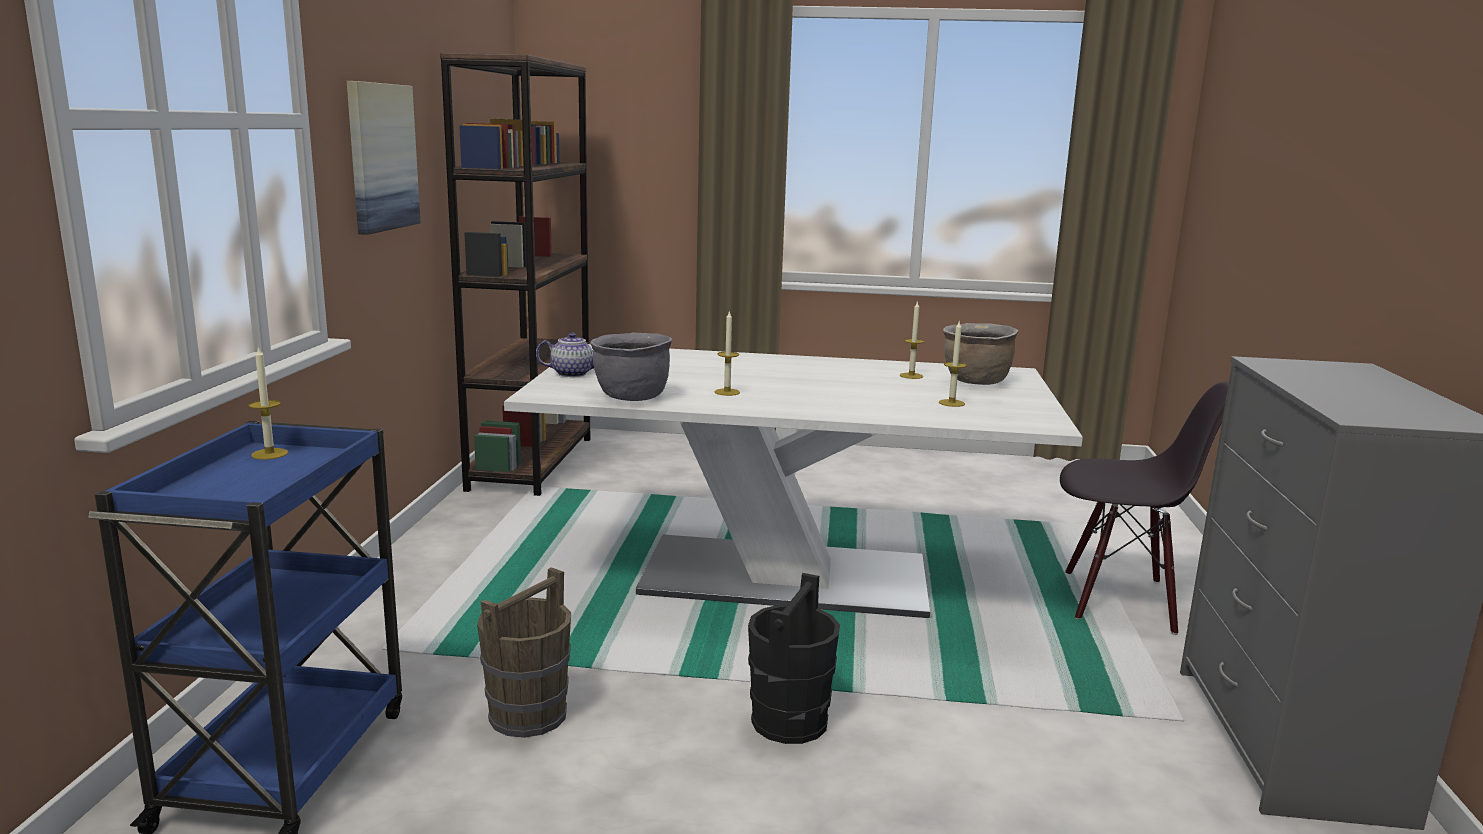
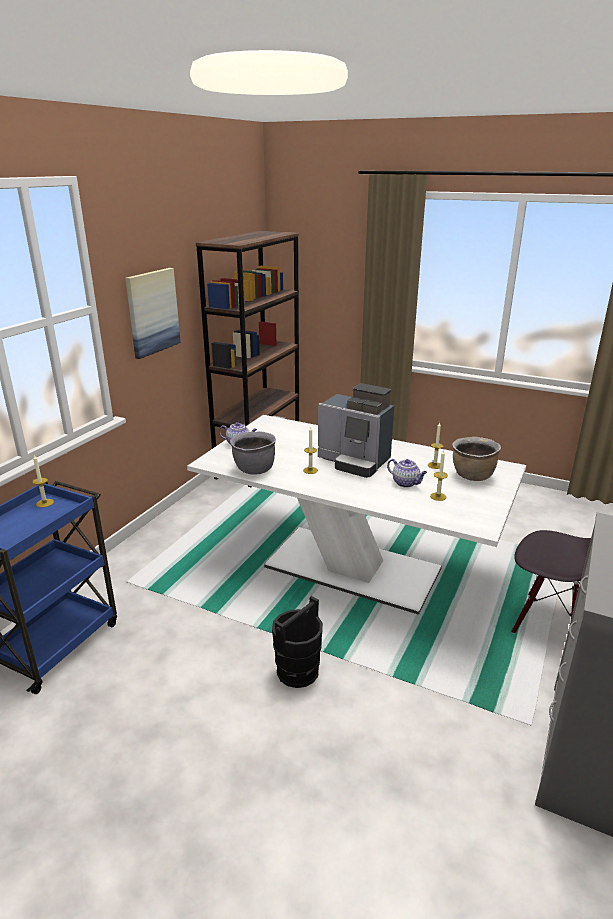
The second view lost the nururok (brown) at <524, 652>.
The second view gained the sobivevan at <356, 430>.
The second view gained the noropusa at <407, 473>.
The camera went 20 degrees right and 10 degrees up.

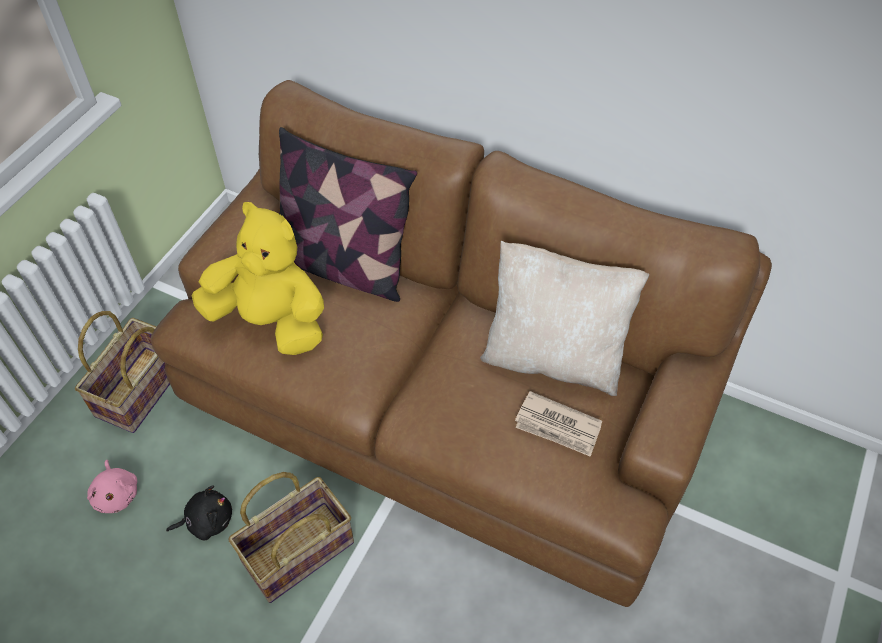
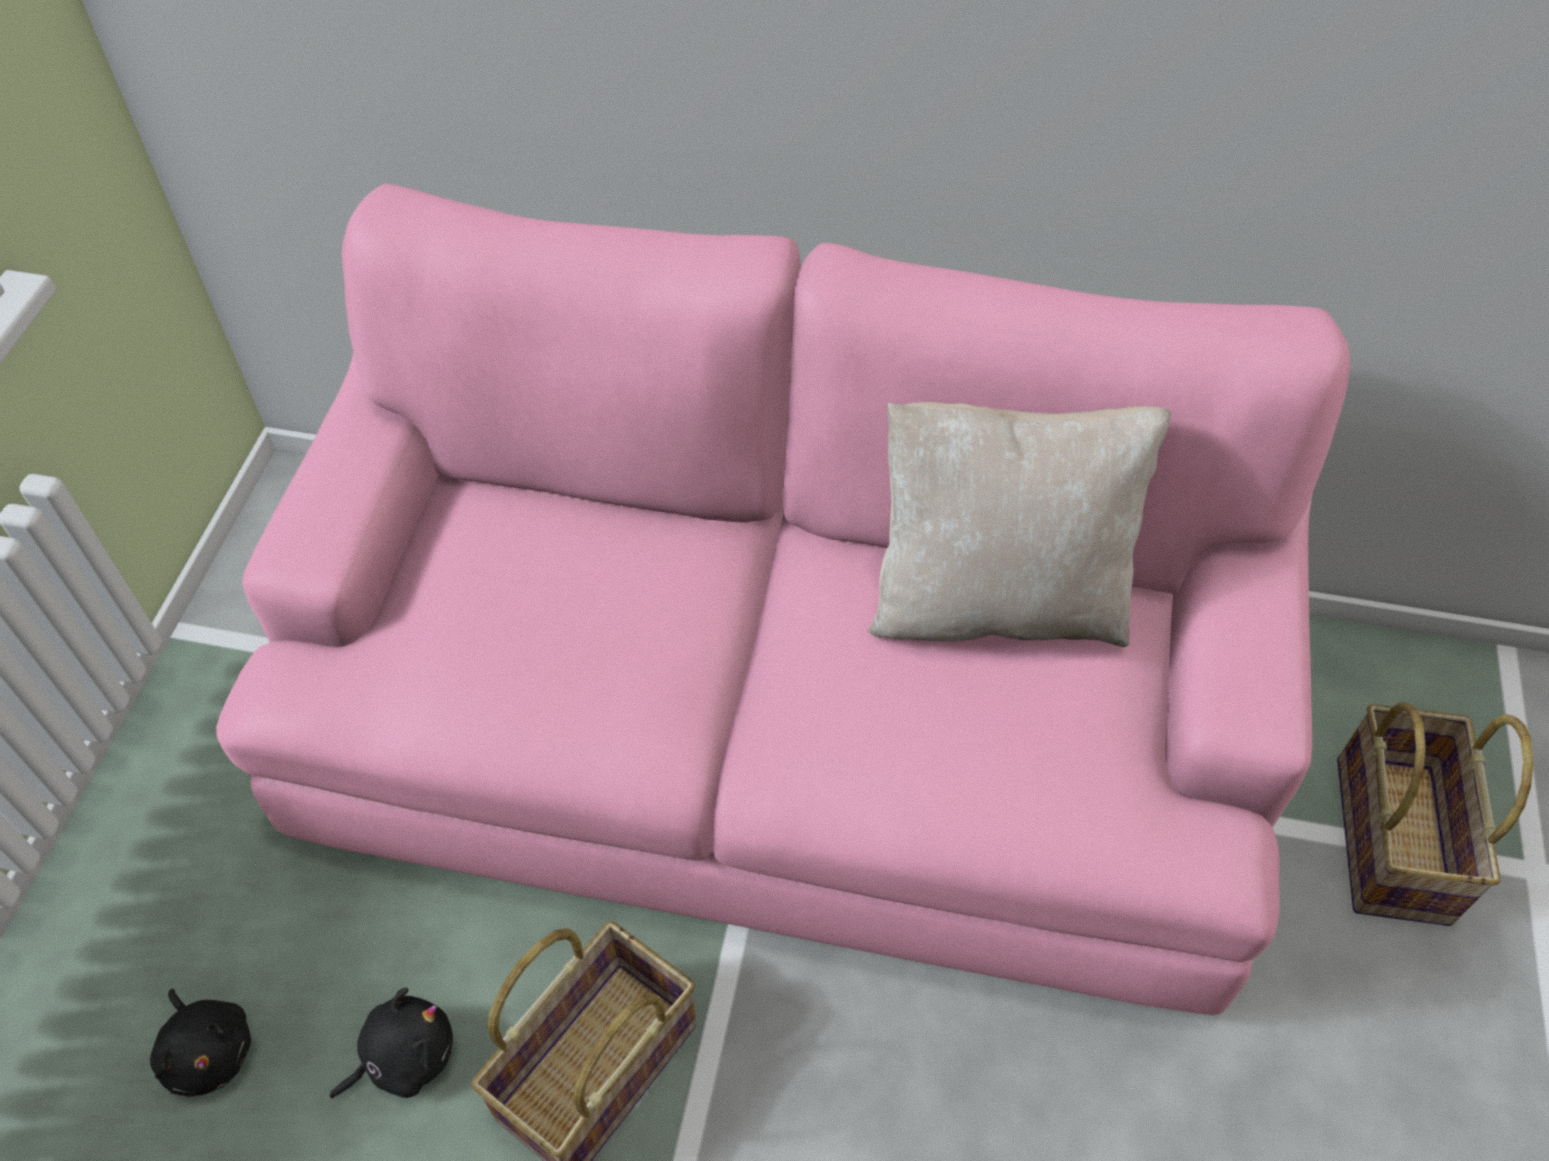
The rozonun ended up elsewhere, having gone from <122, 372> to <1435, 814>.
What was the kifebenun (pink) at <112, 486> turned into the kifebenun (black) at <200, 1043>.
What was the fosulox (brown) at <461, 343> turned into the fosulox (pink) at <783, 599>.
The second view lost the kifebenun (yellow) at <258, 278>.
The second view lost the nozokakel at <348, 214>.
The second view lost the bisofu at <558, 424>.
The camera went 15 degrees left and 0 degrees up.

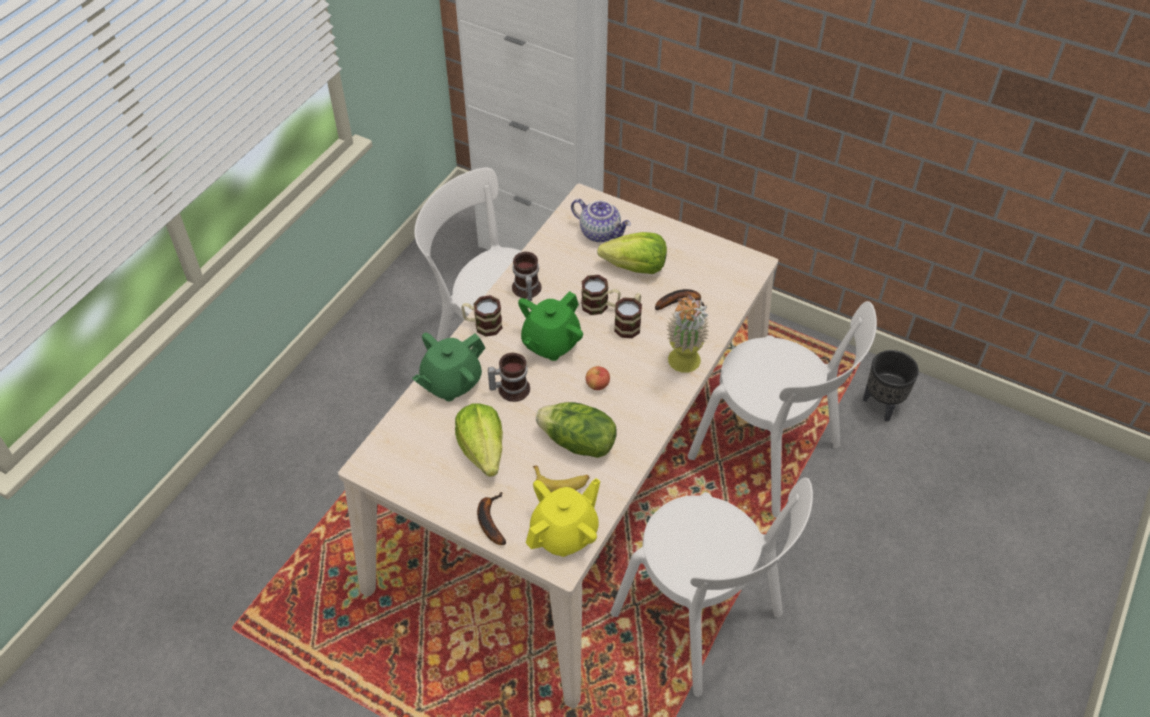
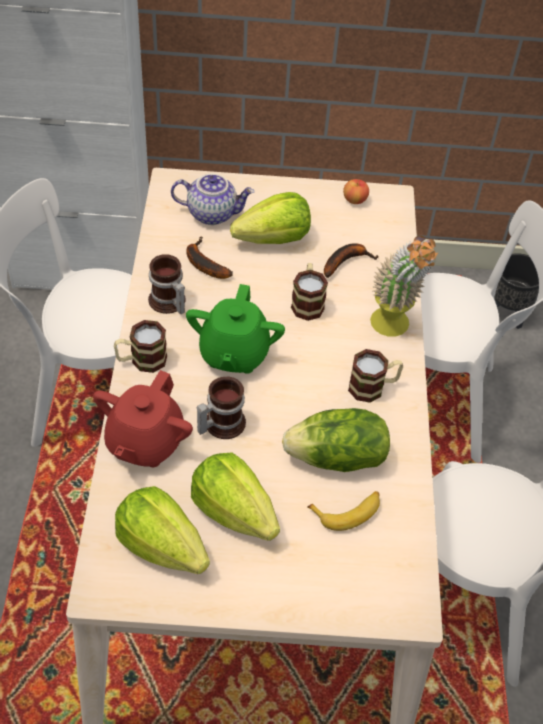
What was the noropusa (green) at <448, 367> turned into the noropusa (red) at <143, 418>.
The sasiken ended up elsewhere, having gone from <491, 518> to <209, 257>.
The second view lost the noropusa (yellow) at <563, 517>.
The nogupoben ended up elsewhere, having gone from <601, 295> to <375, 376>.
The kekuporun ended up elsewhere, having gone from <598, 378> to <356, 191>.
The second view gained the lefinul at <162, 530>.
The camera went 30 degrees left and 0 degrees up.

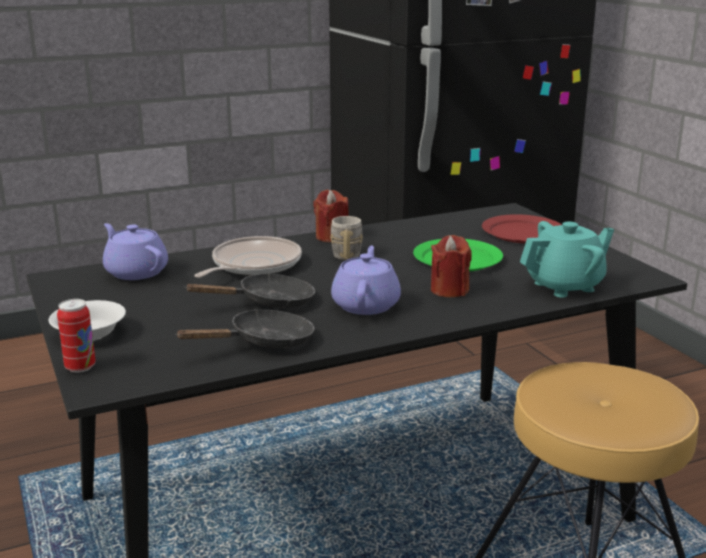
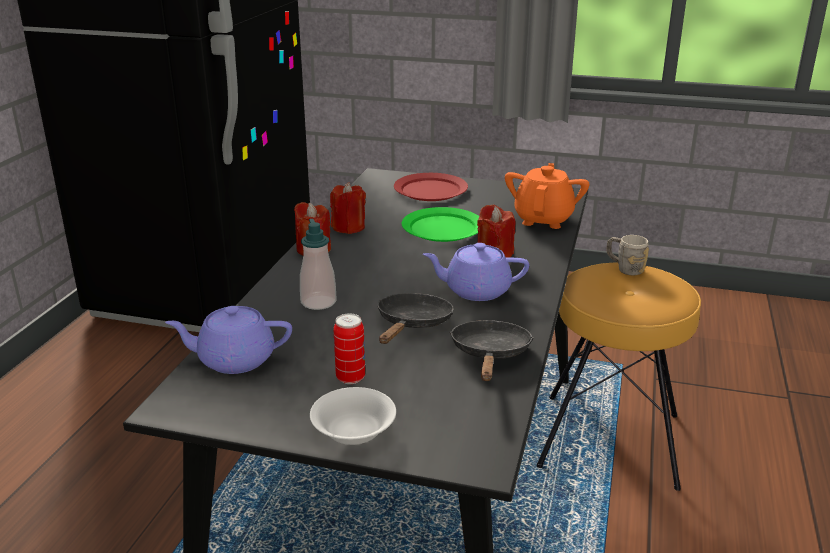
The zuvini ended up elsewhere, having gone from <76, 336> to <349, 348>.
Where the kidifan stood at <248, 257>, the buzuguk came to stand at <318, 264>.
The nogupoben (grey) ended up elsewhere, having gone from <346, 238> to <628, 255>.
The noropusa (purple) at <366, 280> ended up facing another way, 45 degrees counterclockwise from before.
What was the noropusa (turquoise) at <567, 259> turned into the noropusa (orange) at <547, 196>.
The second view gained the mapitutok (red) at <348, 208>.
The camera went 50 degrees left and 5 degrees up.

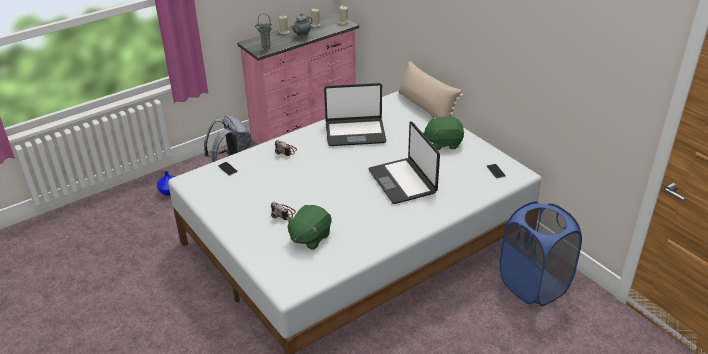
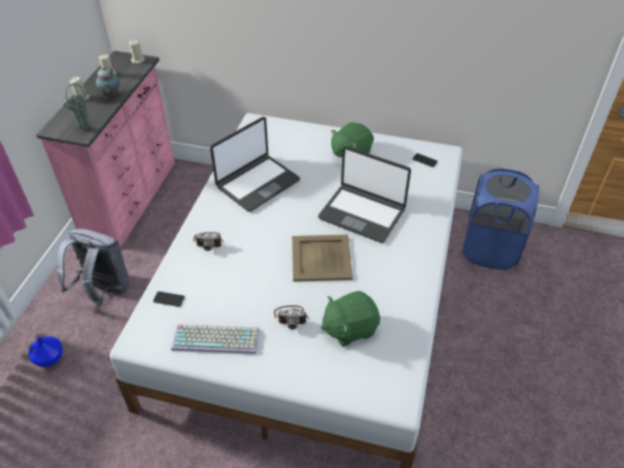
The kifebenun (green) at <309, 227> ended up facing another way, 75 degrees clockwise from before.
The second view lost the nozokakel (beige) at <430, 89>.
The second view gained the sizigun at <215, 339>.
The second view gained the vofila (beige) at <322, 258>.
The camera went 40 degrees left and 10 degrees up.

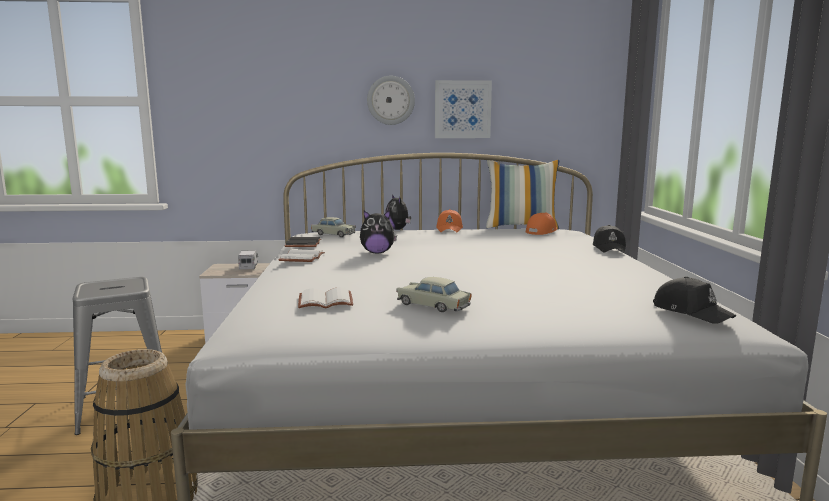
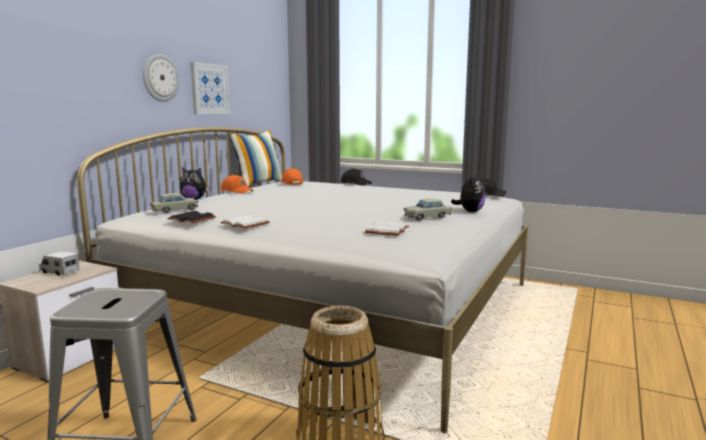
The kifebenun ended up elsewhere, having gone from <378, 231> to <468, 193>.
The camera went 60 degrees left and 0 degrees up.

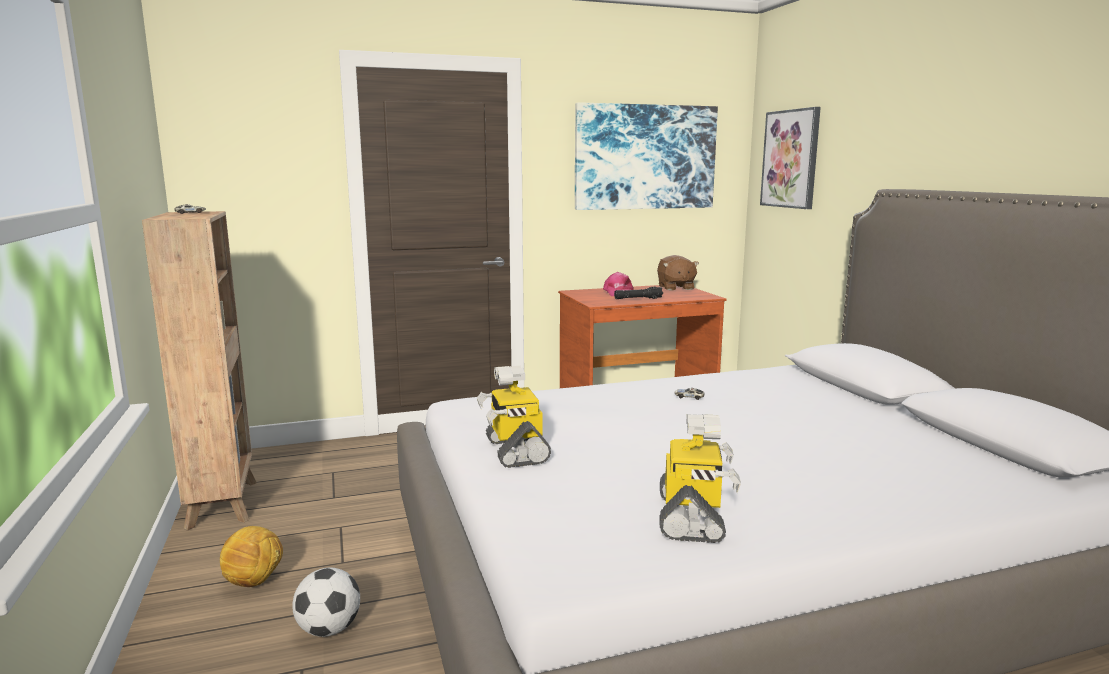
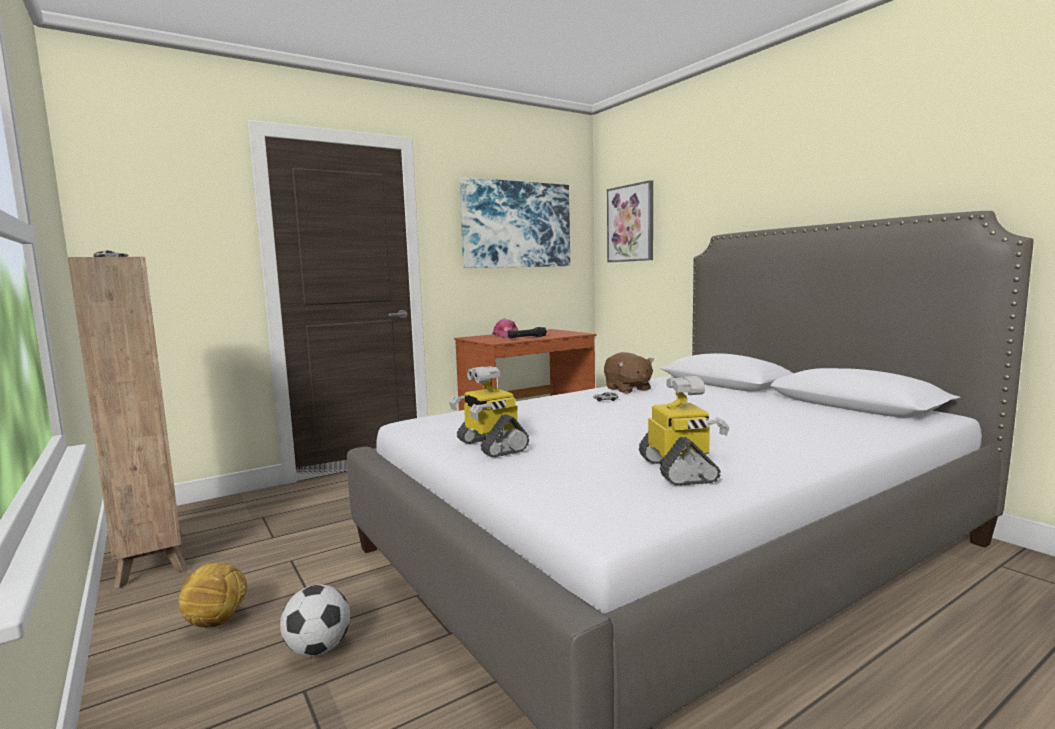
The kifebenun (brown) ended up elsewhere, having gone from <678, 273> to <629, 372>.
The camera went 15 degrees left and 5 degrees down.

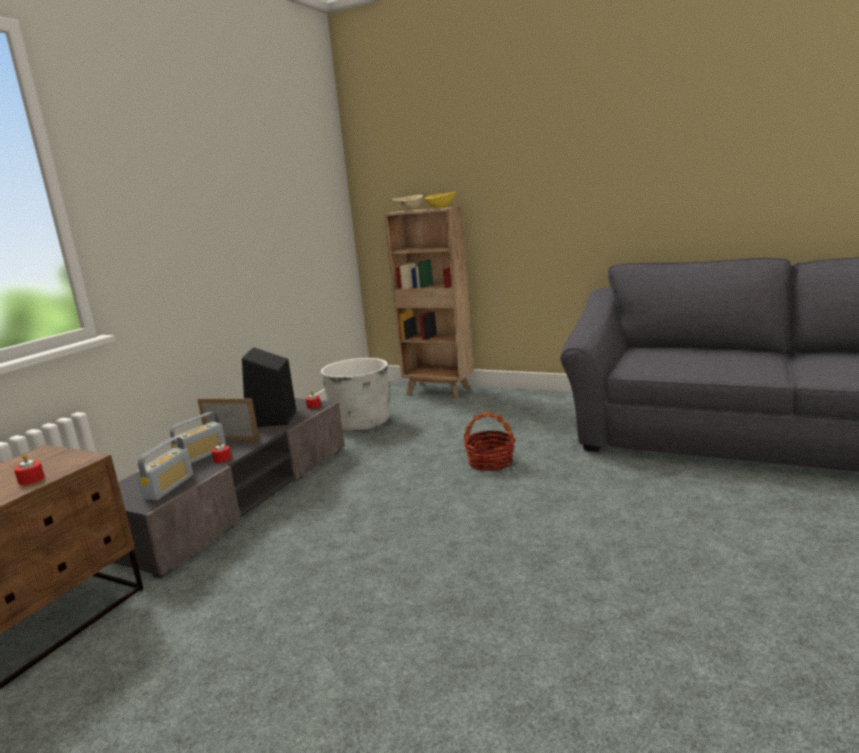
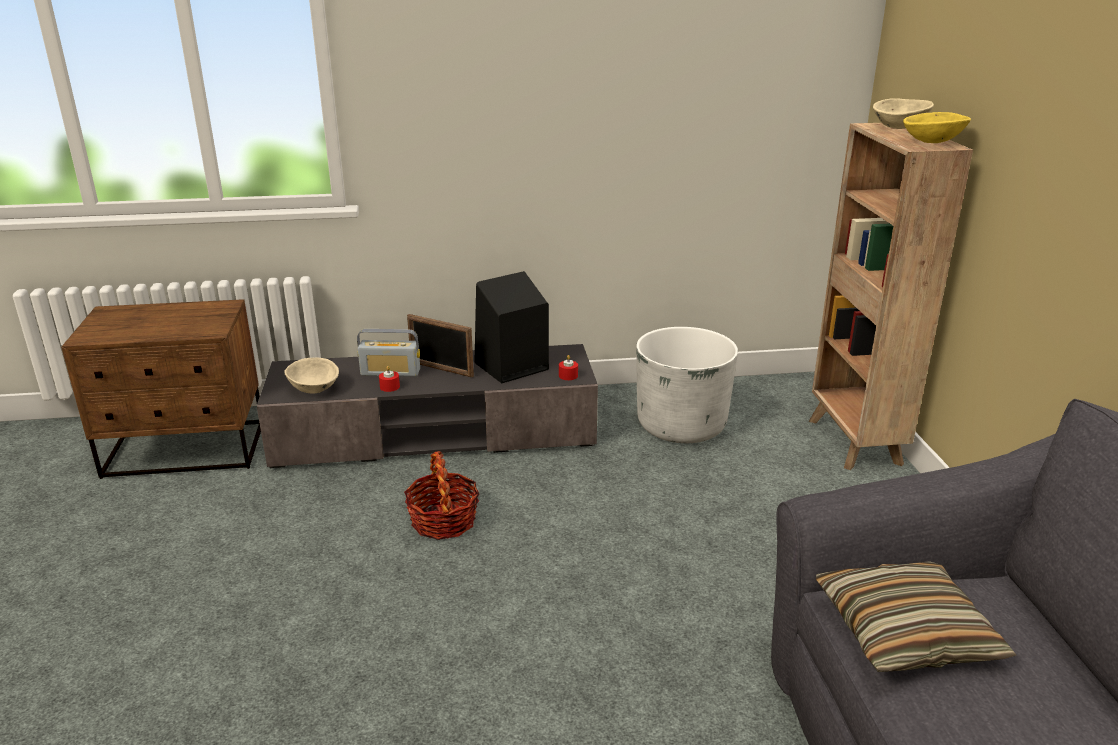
The second view lost the mapitutok (red) at <29, 469>.
Where the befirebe stood at <164, 468>, the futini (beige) came to stand at <311, 375>.
The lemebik at <228, 419> ended up facing another way, 135 degrees clockwise from before.
The rozonun ended up elsewhere, having gone from <490, 441> to <442, 495>.
The second view gained the nozokakel at <916, 616>.
The camera went 55 degrees right and 10 degrees up.

